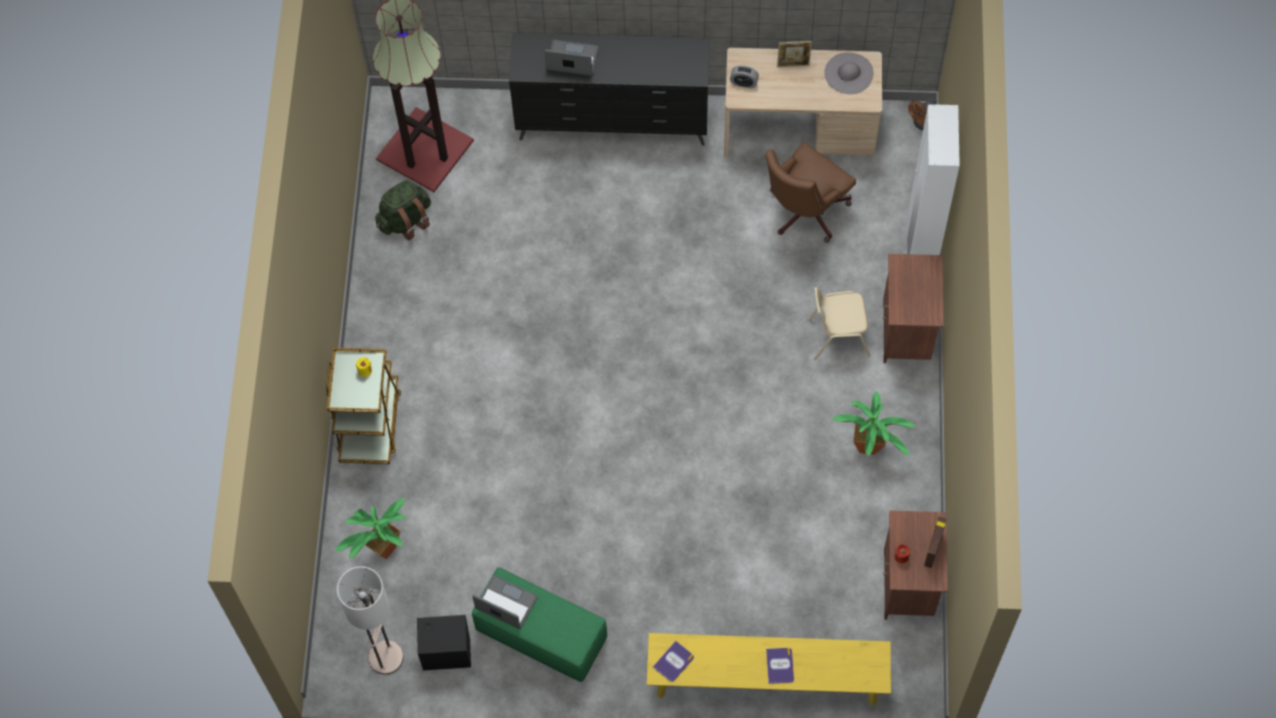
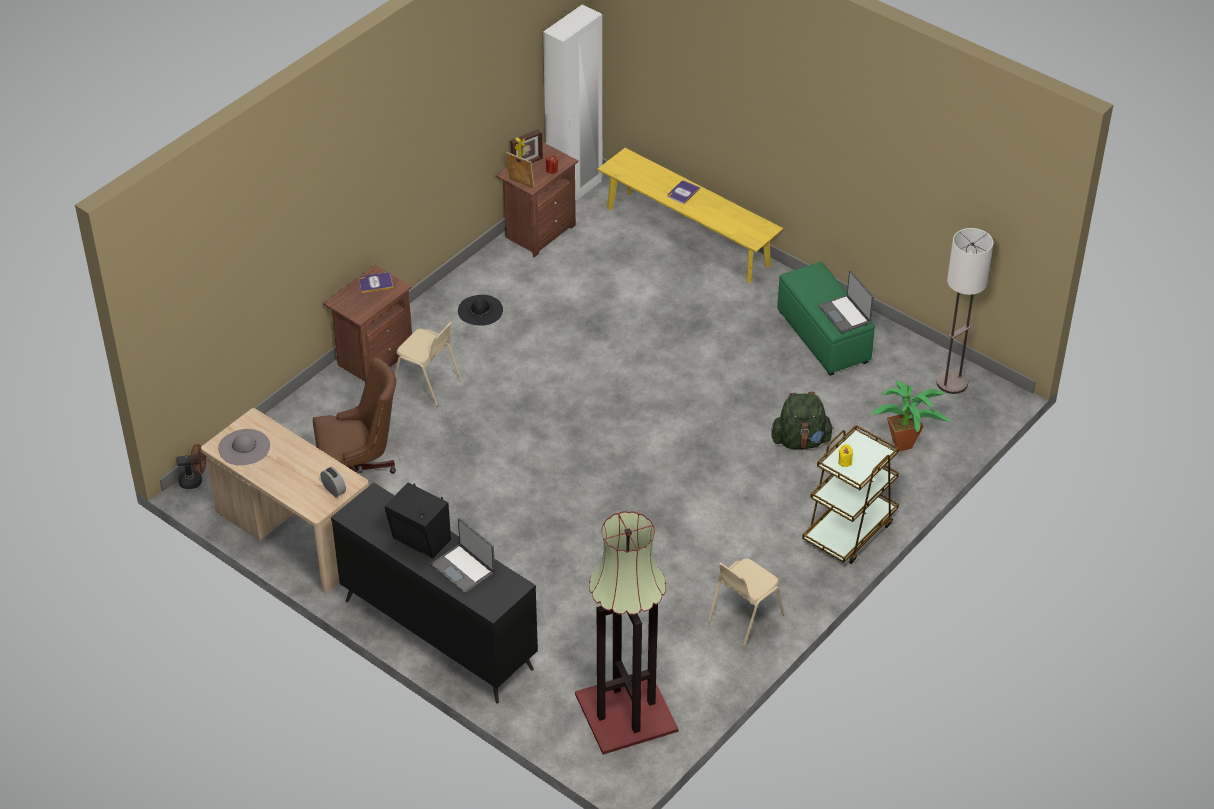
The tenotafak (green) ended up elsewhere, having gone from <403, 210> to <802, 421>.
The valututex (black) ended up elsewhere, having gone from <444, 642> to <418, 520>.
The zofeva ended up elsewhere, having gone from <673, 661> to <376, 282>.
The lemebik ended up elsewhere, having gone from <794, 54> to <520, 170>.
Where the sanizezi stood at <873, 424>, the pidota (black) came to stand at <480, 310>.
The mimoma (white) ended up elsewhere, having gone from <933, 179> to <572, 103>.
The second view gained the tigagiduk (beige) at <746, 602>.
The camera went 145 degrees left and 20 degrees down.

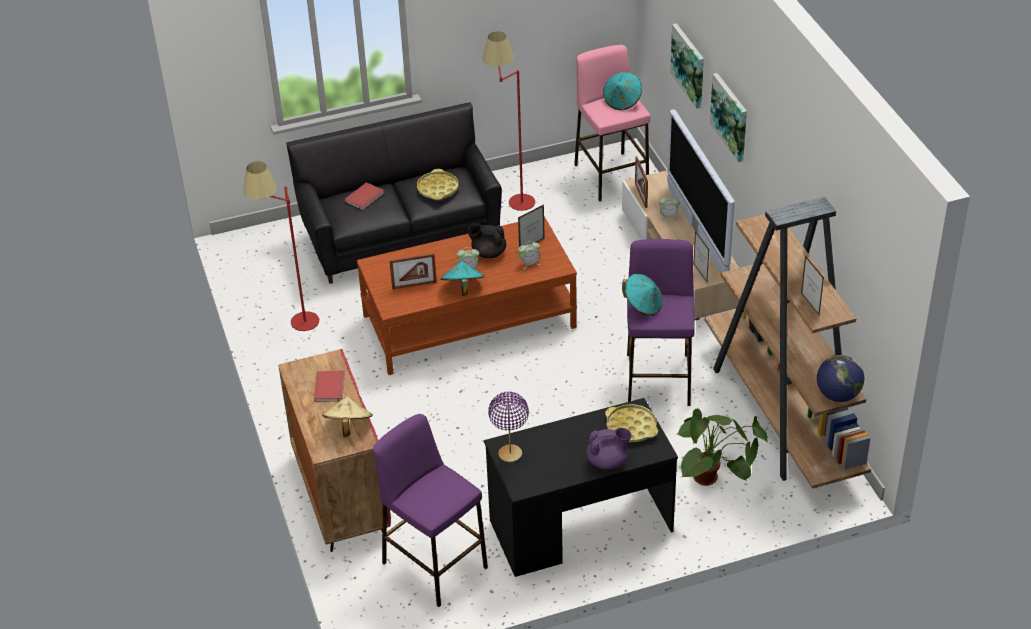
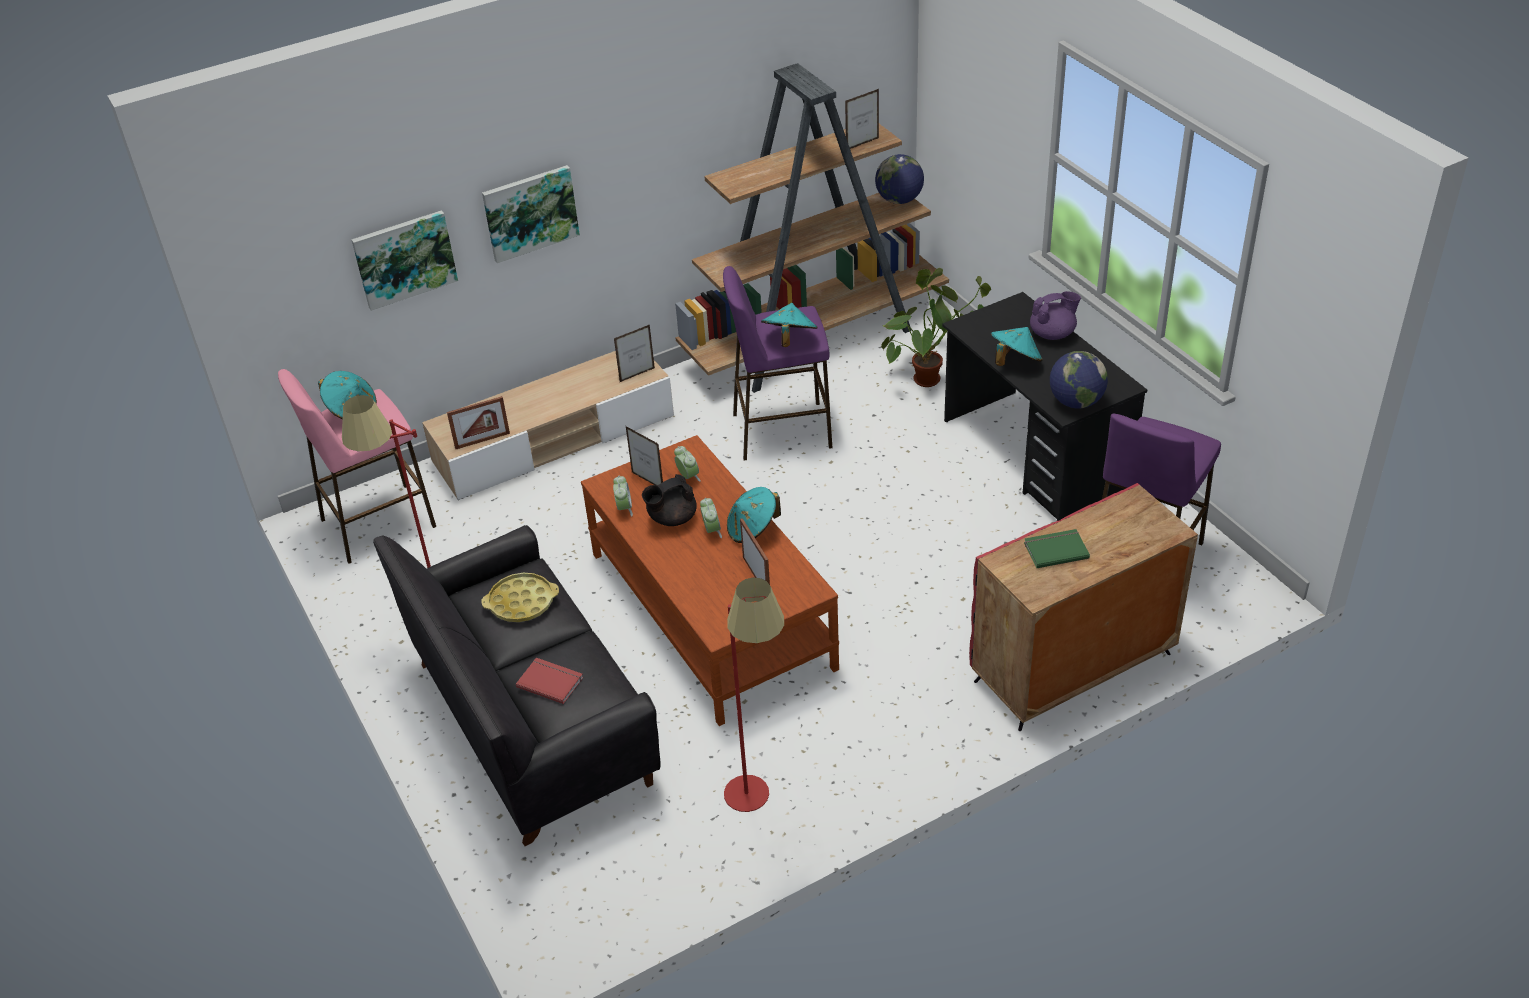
What was the zofeva (red) at <329, 386> turned into the zofeva (green) at <1057, 548>.
The second view lost the pidota (beige) at <347, 416>.
The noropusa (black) at <486, 240> ended up facing another way, 60 degrees clockwise from before.
Where the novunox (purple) stood at <508, 426>, the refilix came to stand at <1079, 380>.
The noropusa (purple) at <609, 449> ended up facing another way, 90 degrees clockwise from before.
The second view lost the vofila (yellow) at <631, 423>.
The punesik ended up elsewhere, having gone from <669, 208> to <623, 496>.
The second view lost the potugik at <701, 191>.
The second view gained the pidota (turquoise) at <1017, 346>.
The camera went 100 degrees left and 0 degrees up.

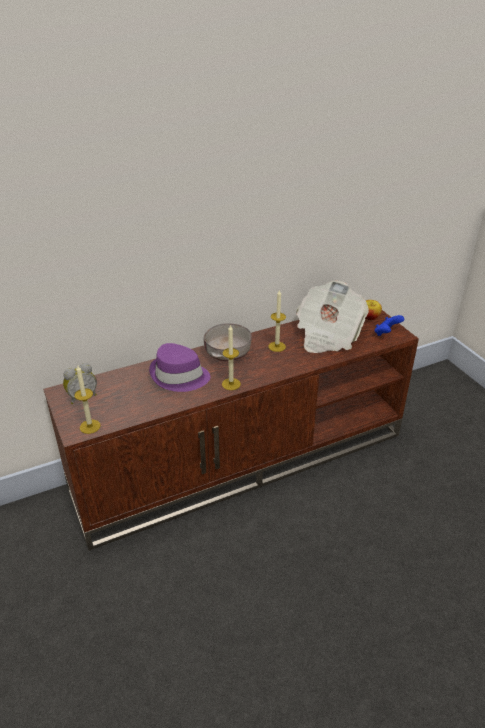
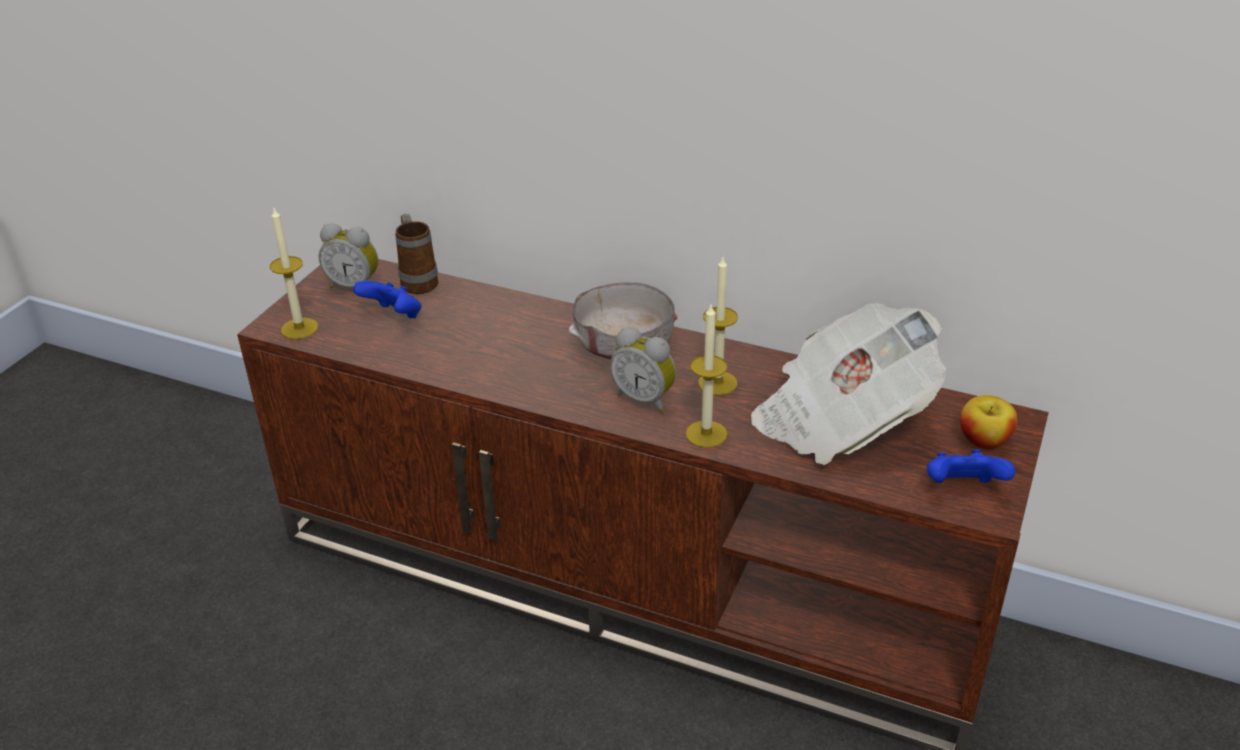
The second view lost the pidota (purple) at <180, 367>.
The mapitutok ended up elsewhere, having gone from <231, 357> to <707, 376>.
The second view gained the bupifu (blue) at <387, 299>.
The second view gained the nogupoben at <417, 254>.
The second view gained the punesik at <643, 370>.
The camera went 50 degrees right and 0 degrees up.

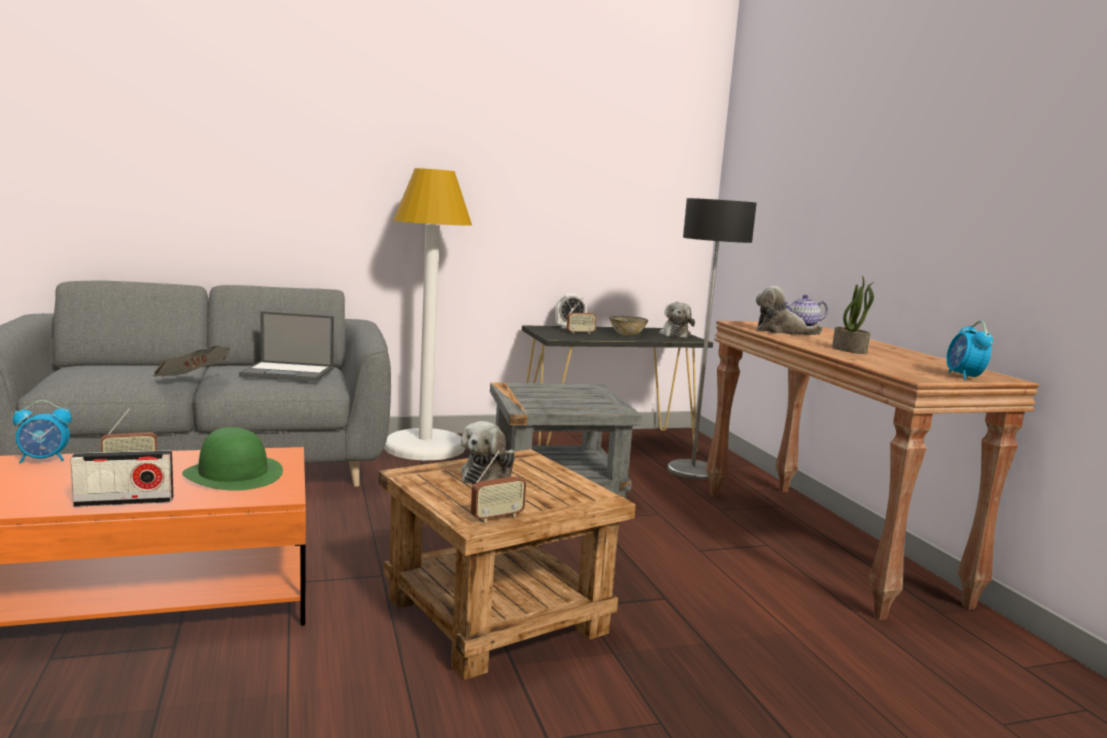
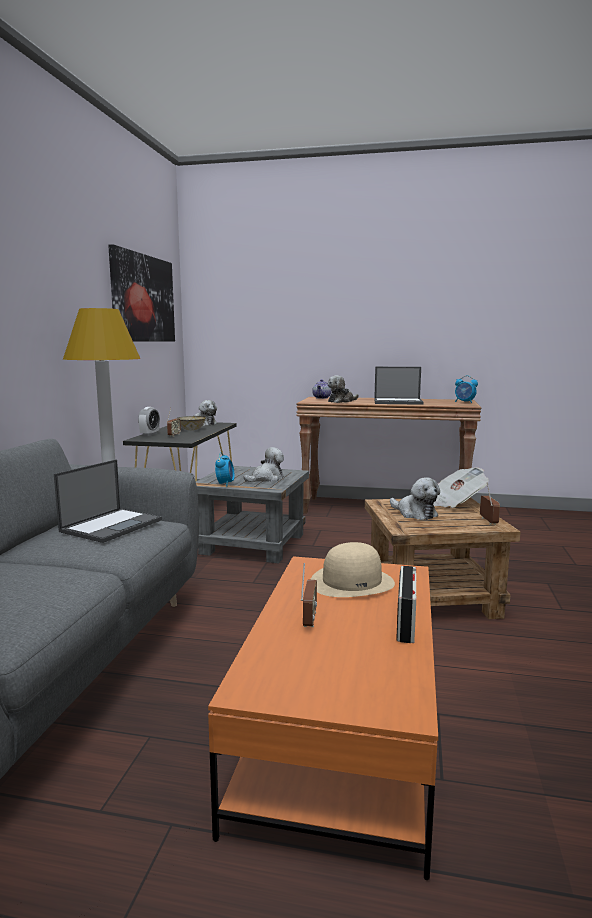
The punesik ended up elsewhere, having gone from <42, 432> to <225, 469>.
The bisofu ended up elsewhere, having gone from <191, 361> to <461, 487>.
What was the pidota (green) at <232, 459> turned into the pidota (beige) at <352, 569>.
The second view lost the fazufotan at <712, 339>.
Where the sanizezi stood at <853, 314>, the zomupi came to stand at <399, 386>.
The second view gained the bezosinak at <141, 293>.
The second view gained the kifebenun at <263, 464>.
The camera went 60 degrees left and 0 degrees up.

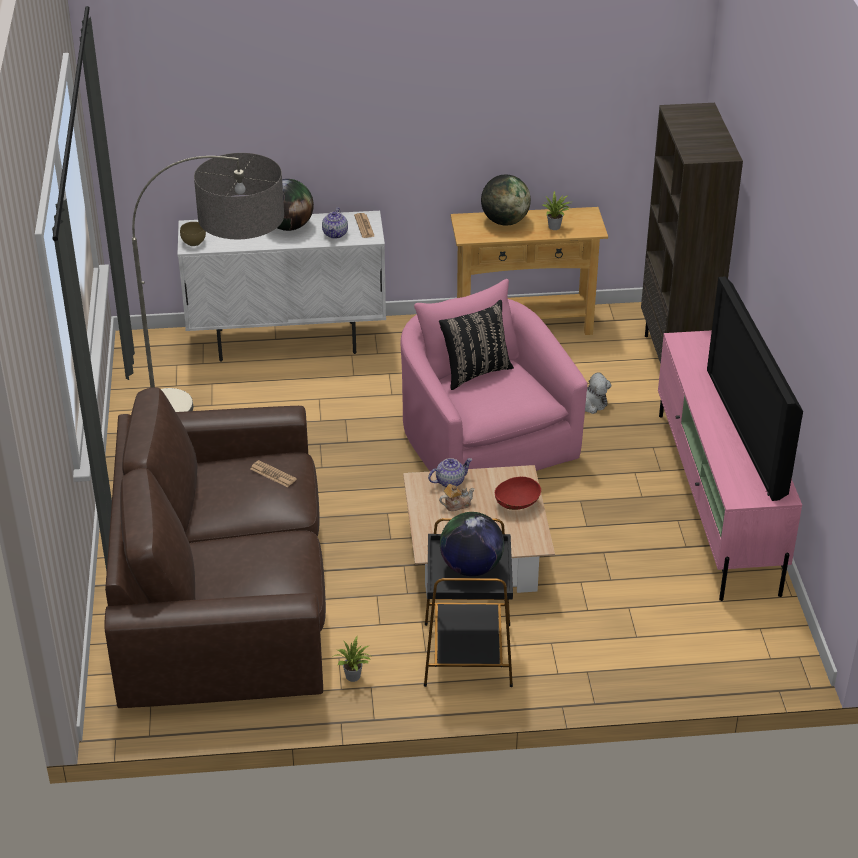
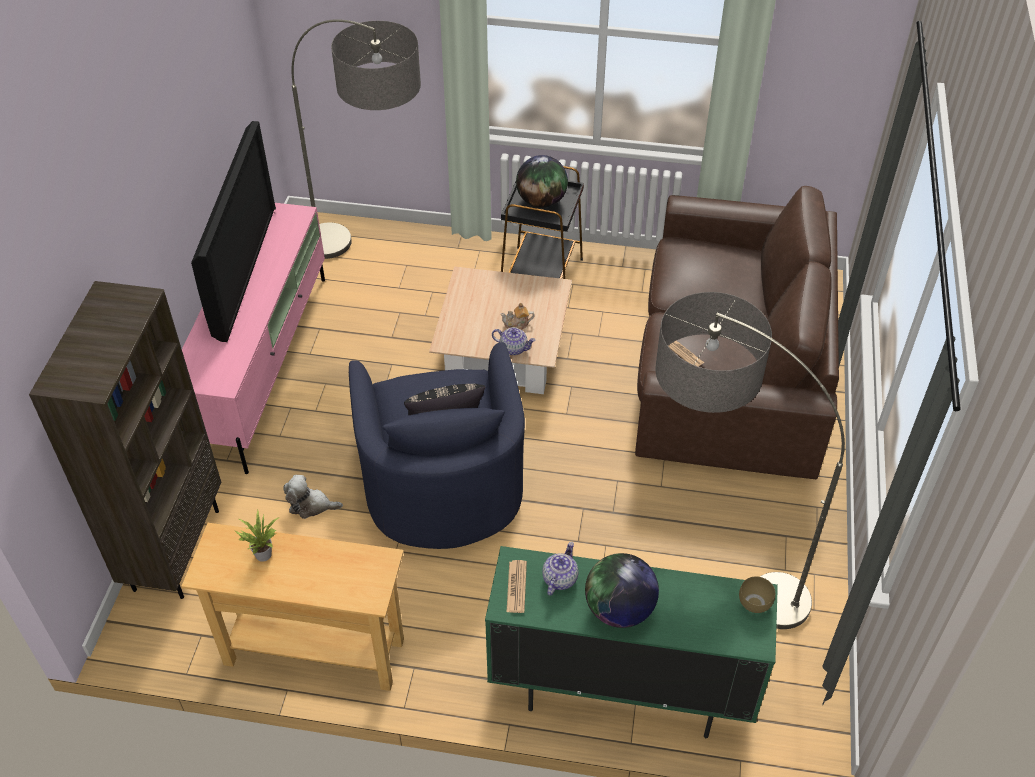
What was the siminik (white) at <281, 286> turned into the siminik (green) at <631, 642>.
The second view lost the sanizezi at <352, 659>.
What was the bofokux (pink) at <493, 375> turned into the bofokux (blue) at <437, 445>.
The noropusa at <450, 472> ended up facing another way, 150 degrees counterclockwise from before.
The second view lost the refilix at <506, 200>.
The second view lost the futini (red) at <518, 493>.
The second view gained the fazufotan at <356, 139>.
The camera went 165 degrees left and 10 degrees up.

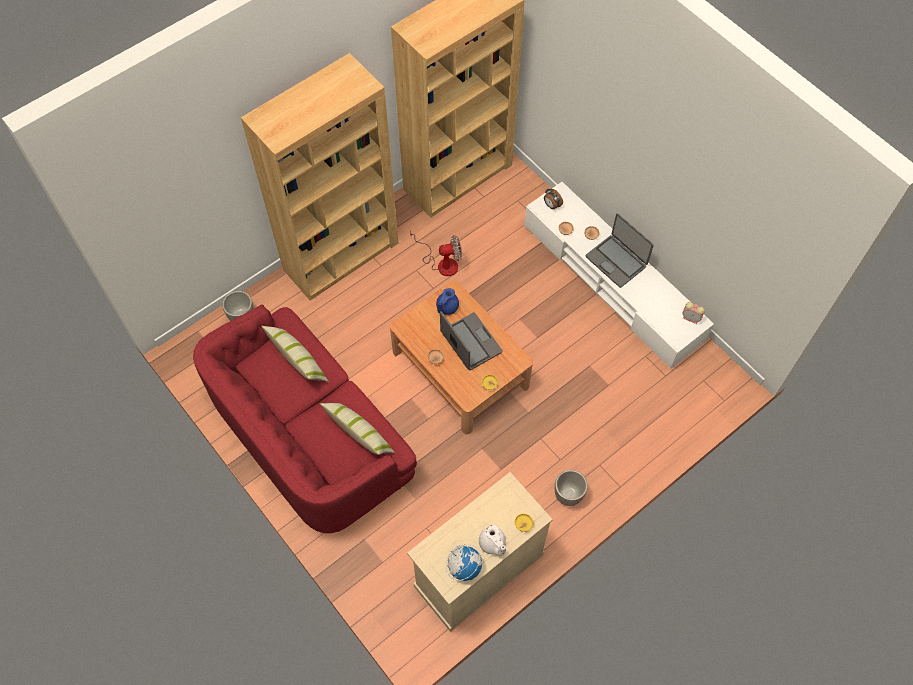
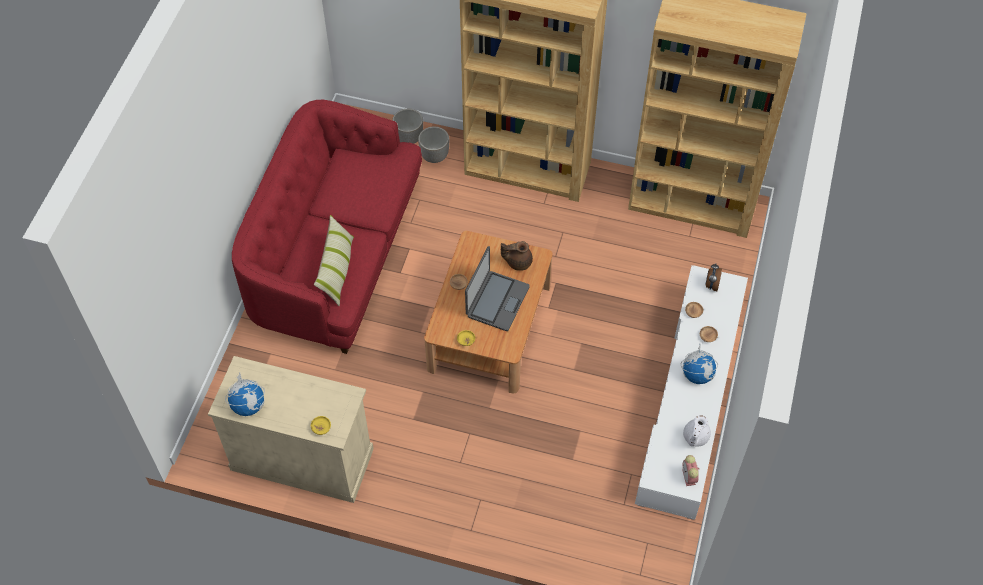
The second view lost the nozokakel at <295, 354>.
The second view lost the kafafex at <436, 253>.
What was the noropusa (blue) at <447, 301> turned into the noropusa (brown) at <517, 256>.
The noropusa (white) ended up elsewhere, having gone from <492, 540> to <697, 431>.
The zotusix ended up elsewhere, having gone from <571, 488> to <433, 145>.
Where the zomupi stood at <620, 250>, the refilix came to stand at <699, 364>.
The camera went 55 degrees right and 5 degrees down.

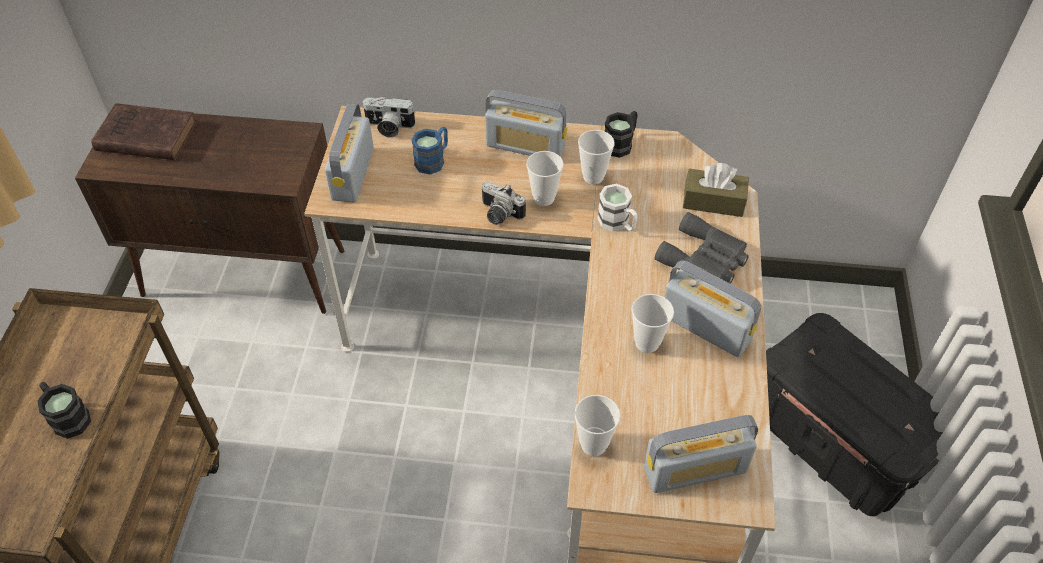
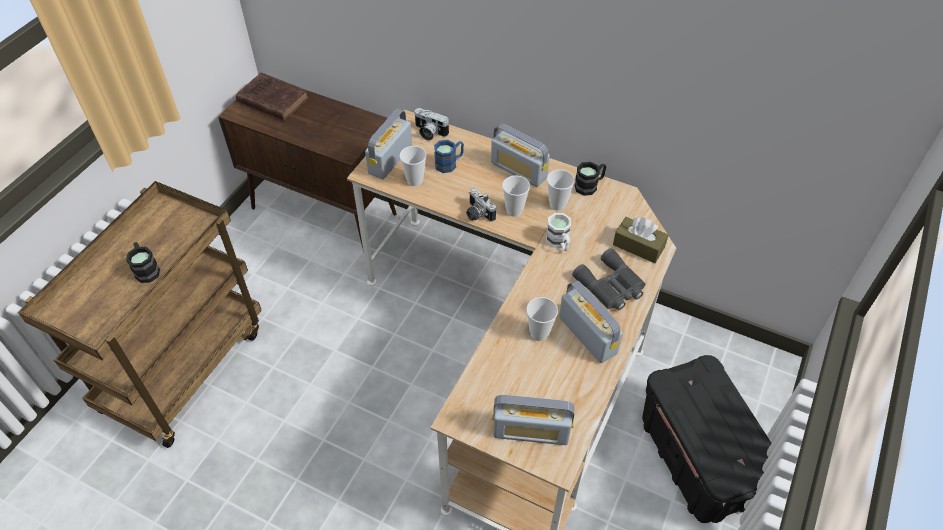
The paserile ended up elsewhere, having gone from <597, 425> to <413, 166>.
The camera went 20 degrees right and 0 degrees up.

